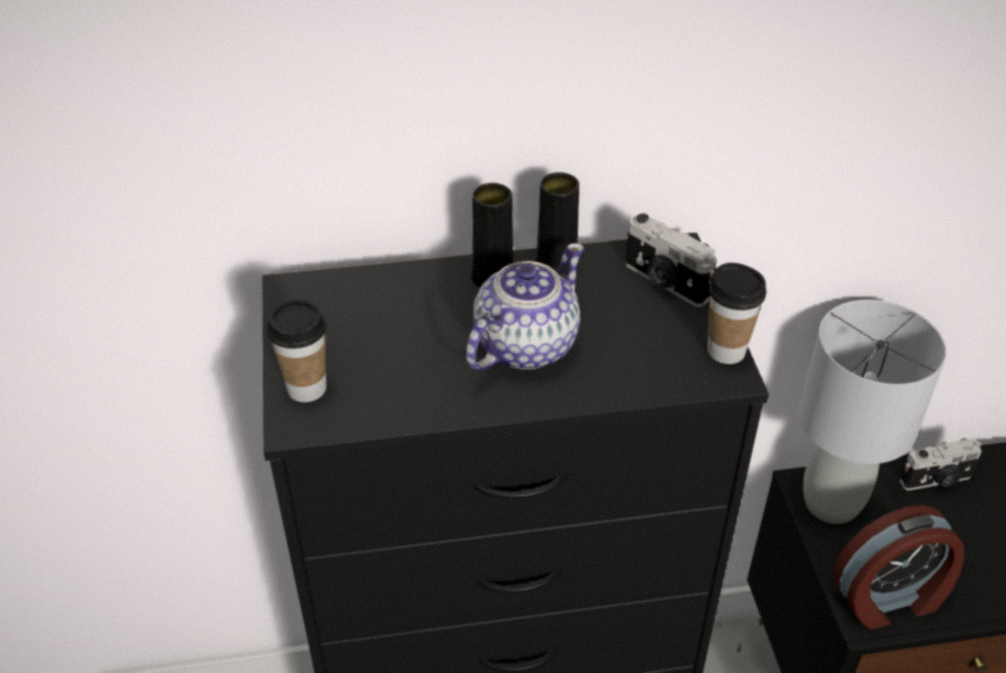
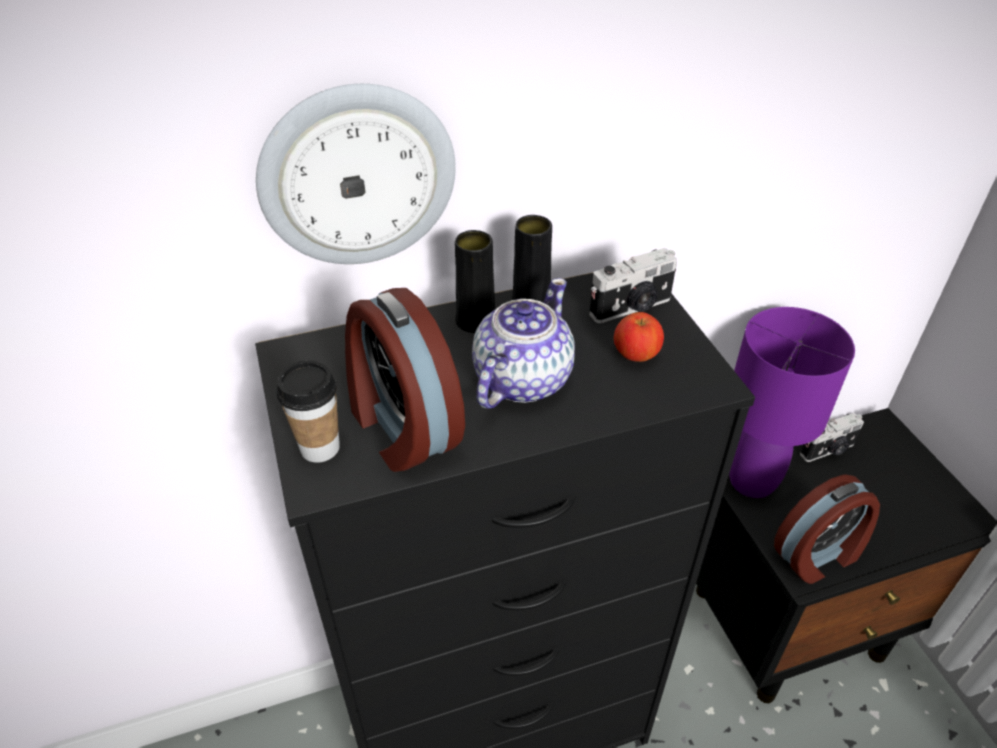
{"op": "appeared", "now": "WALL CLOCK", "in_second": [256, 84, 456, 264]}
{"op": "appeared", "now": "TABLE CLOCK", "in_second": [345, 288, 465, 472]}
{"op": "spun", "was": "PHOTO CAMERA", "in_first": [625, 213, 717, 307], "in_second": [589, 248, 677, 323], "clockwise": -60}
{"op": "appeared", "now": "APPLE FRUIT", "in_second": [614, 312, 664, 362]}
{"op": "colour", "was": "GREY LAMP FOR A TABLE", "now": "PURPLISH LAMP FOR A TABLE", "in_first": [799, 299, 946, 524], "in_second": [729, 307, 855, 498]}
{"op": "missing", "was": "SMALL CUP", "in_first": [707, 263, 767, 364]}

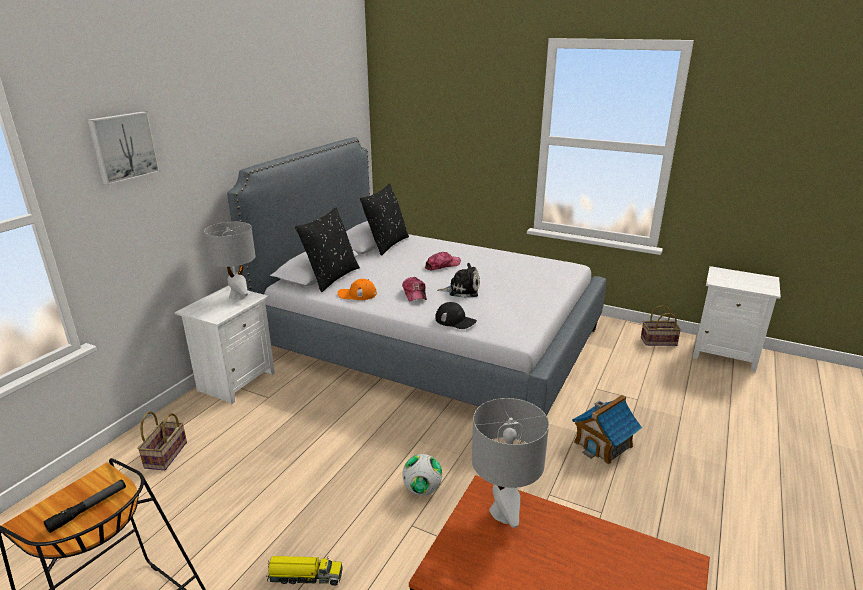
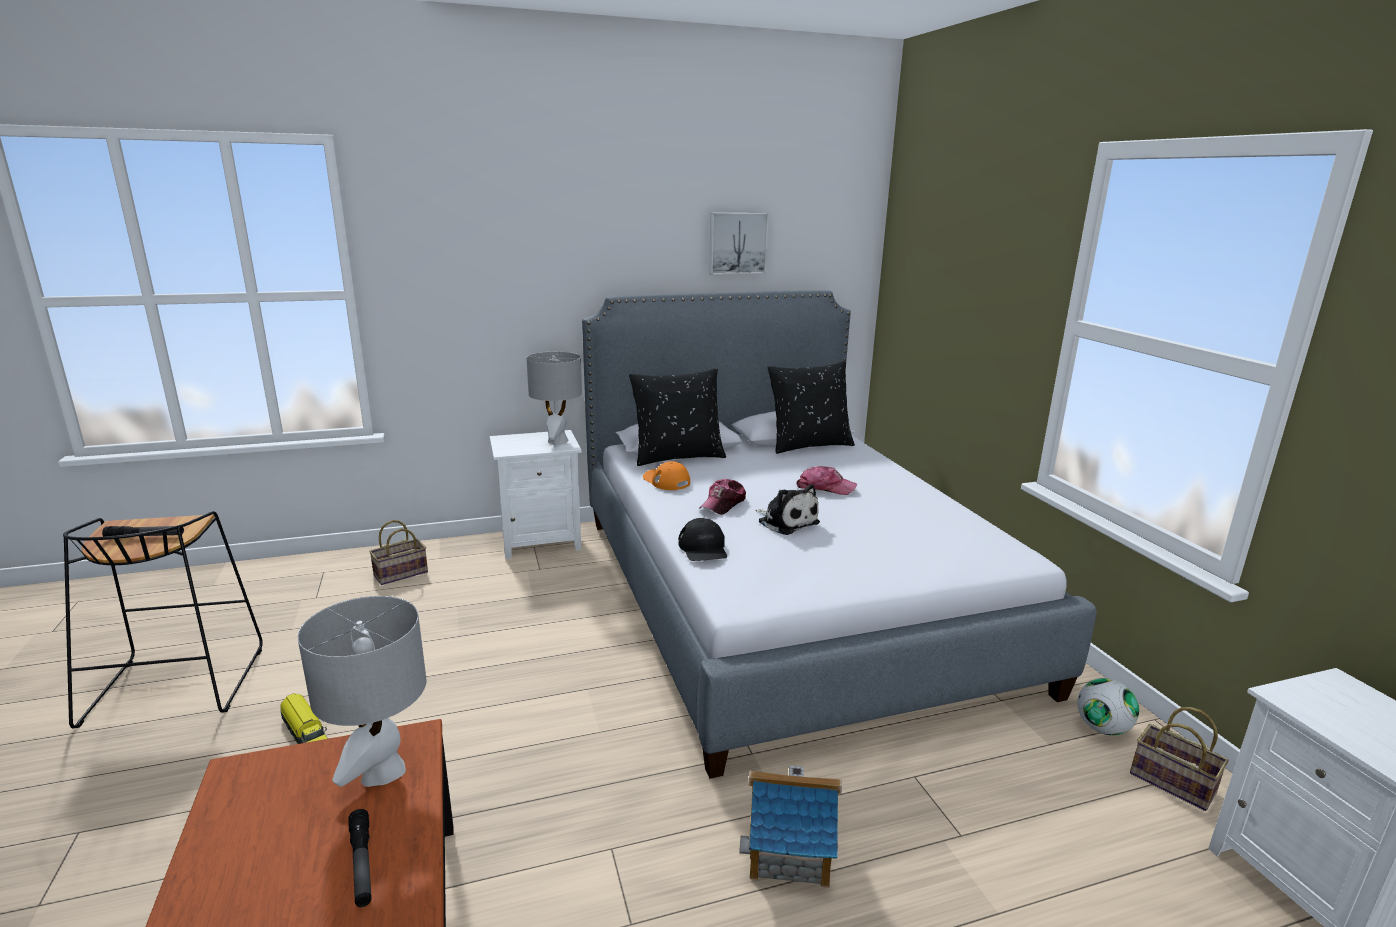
{"op": "appeared", "now": "FLASHLIGHT", "in_second": [348, 809, 372, 907]}
{"op": "relocated", "was": "WALL PICTURE", "in_first": [88, 111, 160, 185], "in_second": [709, 213, 769, 275]}
{"op": "relocated", "was": "BALL FOR FOOTBALL", "in_first": [402, 454, 442, 496], "in_second": [1077, 678, 1139, 735]}

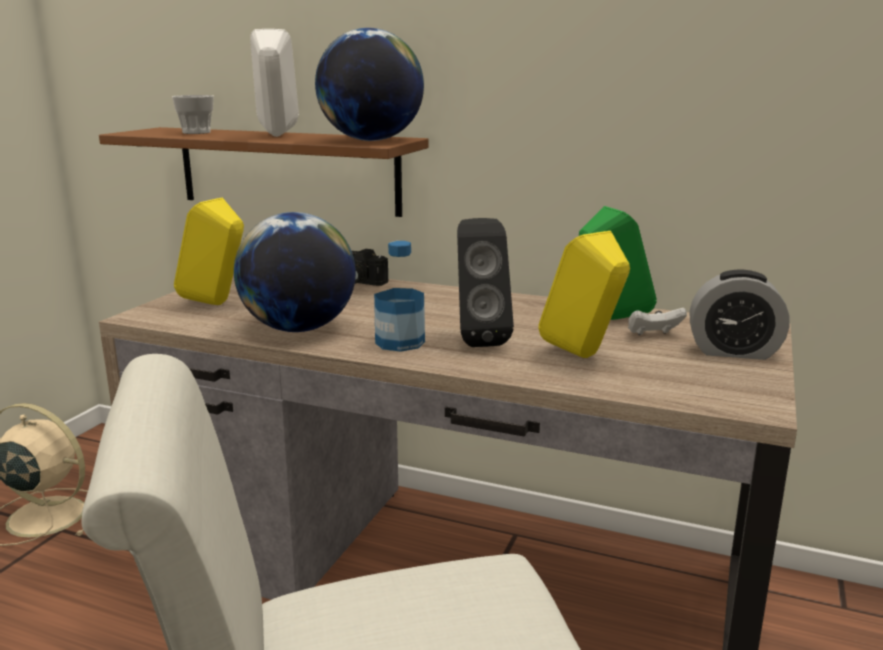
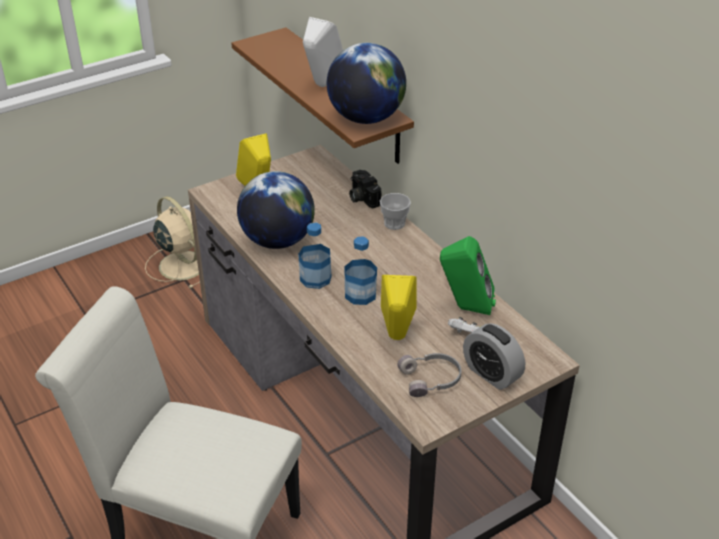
{"op": "exchanged", "was": "BLACKISH LOUDSPEAKER", "now": "DRINK BOTTLE", "in_first": [457, 218, 514, 347], "in_second": [344, 236, 377, 305]}
{"op": "relocated", "was": "SMALL CUP", "in_first": [172, 95, 214, 134], "in_second": [380, 193, 411, 230]}
{"op": "appeared", "now": "GREY PAIR OF HEADPHONES", "in_second": [397, 353, 461, 397]}

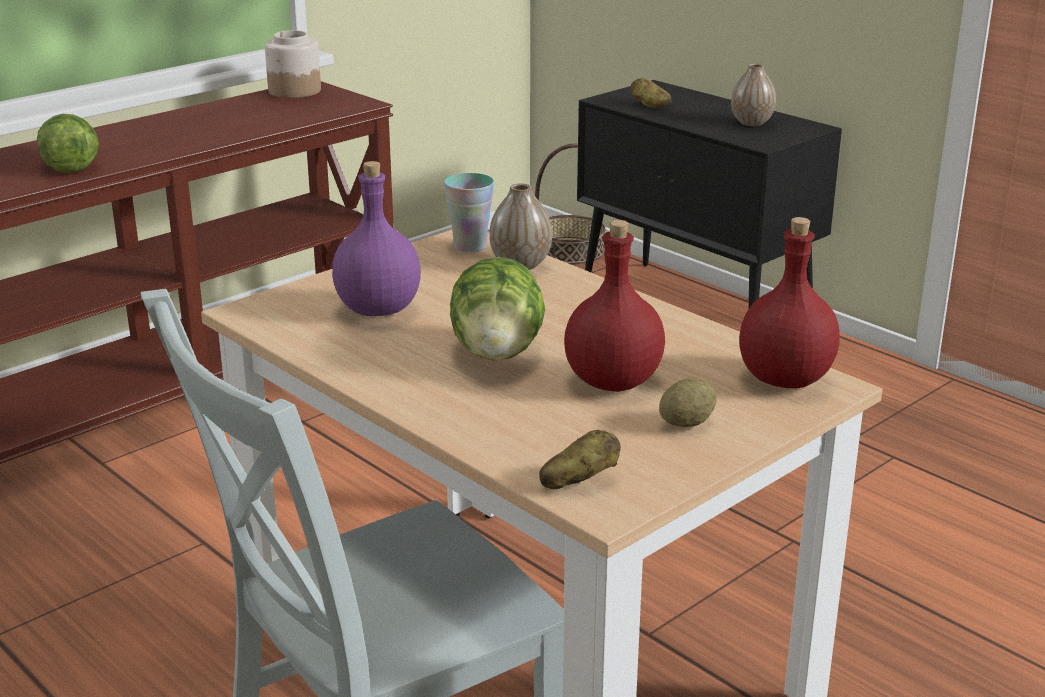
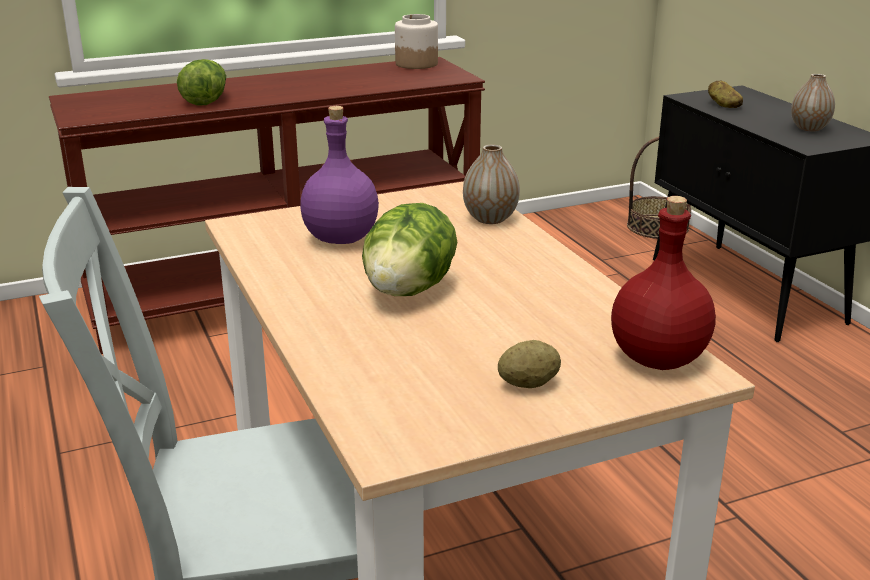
{"op": "missing", "was": "SMALL CUP", "in_first": [444, 173, 494, 252]}
{"op": "missing", "was": "WHOLE POTATO", "in_first": [539, 430, 621, 489]}
{"op": "missing", "was": "RED DRINK BOTTLE", "in_first": [564, 220, 665, 392]}

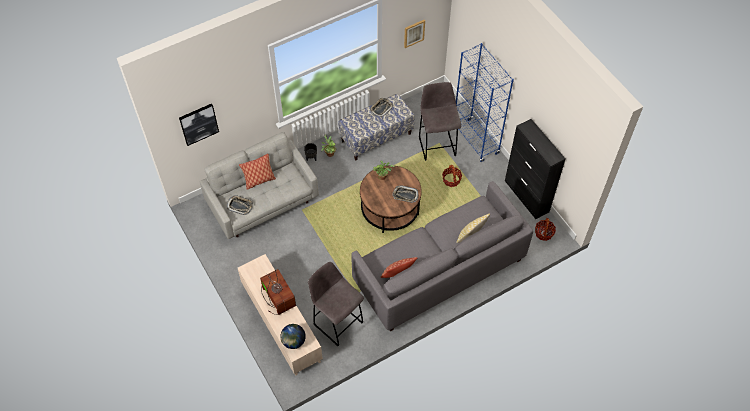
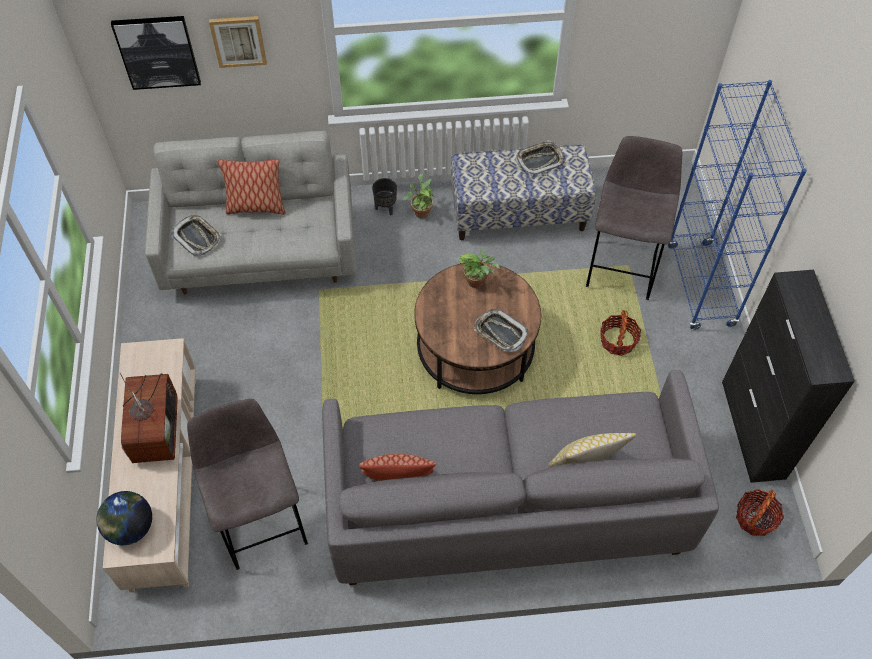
{"op": "relocated", "was": "WALL PICTURE", "in_first": [404, 20, 425, 48], "in_second": [209, 16, 267, 68]}

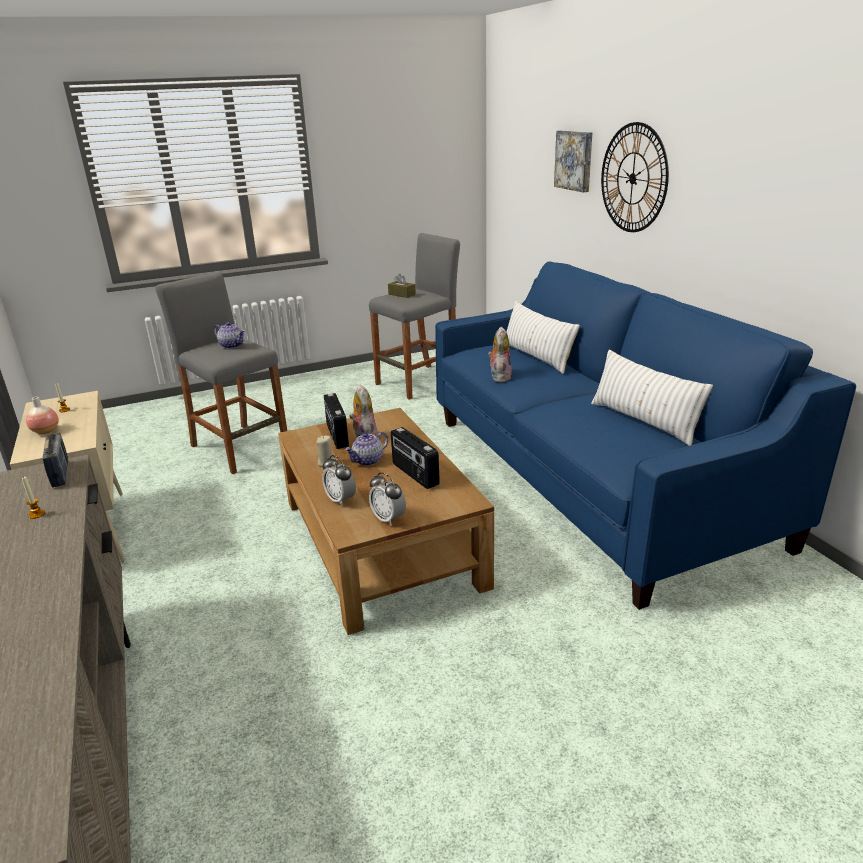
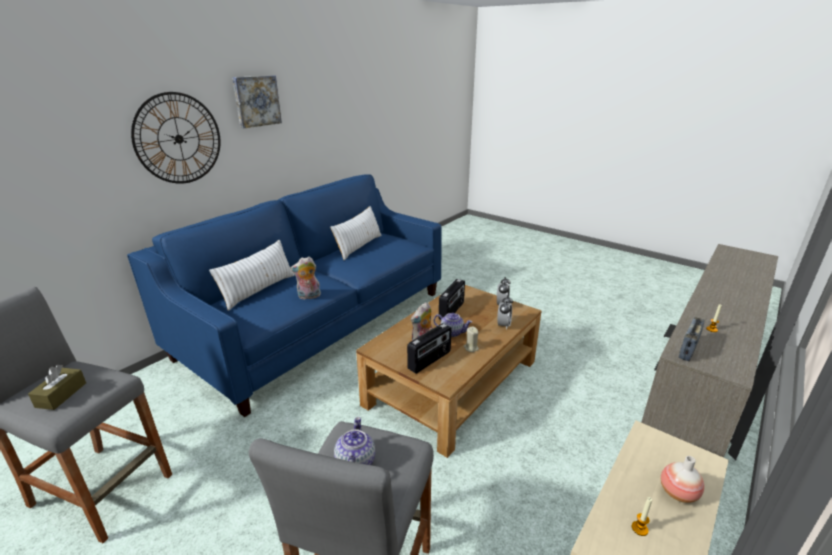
{"op": "relocated", "was": "WALL PICTURE", "in_first": [554, 130, 593, 192], "in_second": [232, 75, 282, 128]}

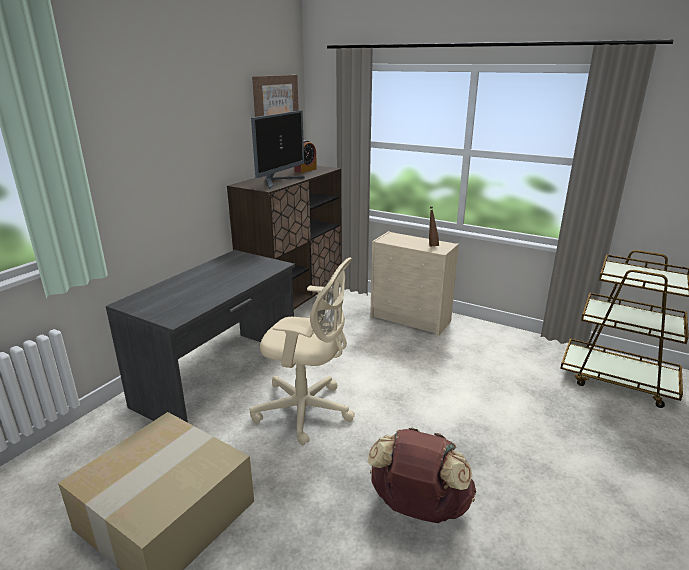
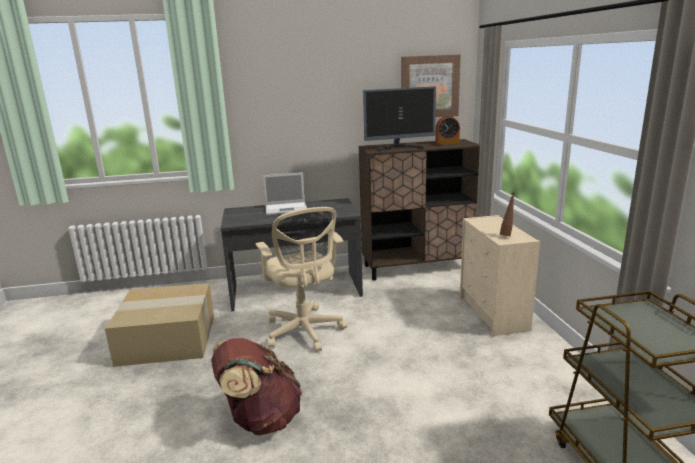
{"op": "appeared", "now": "NOTEBOOK COMPUTER", "in_second": [263, 172, 307, 215]}

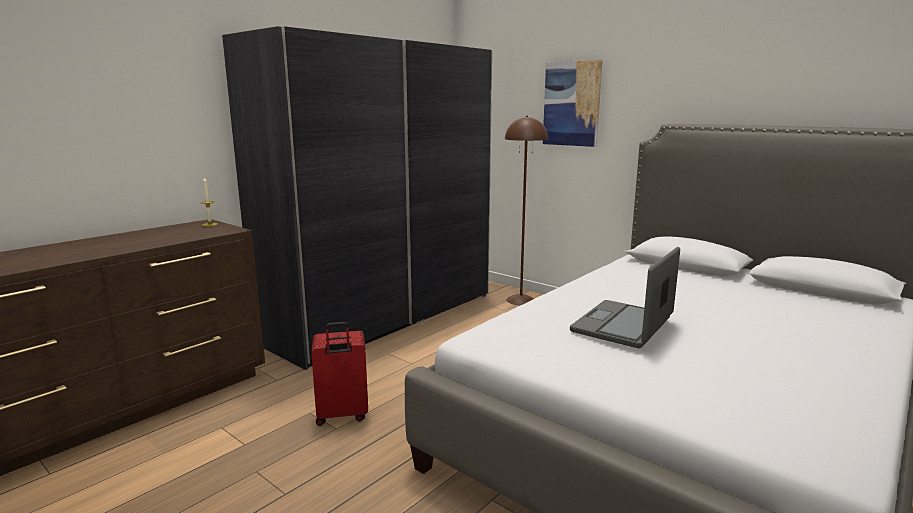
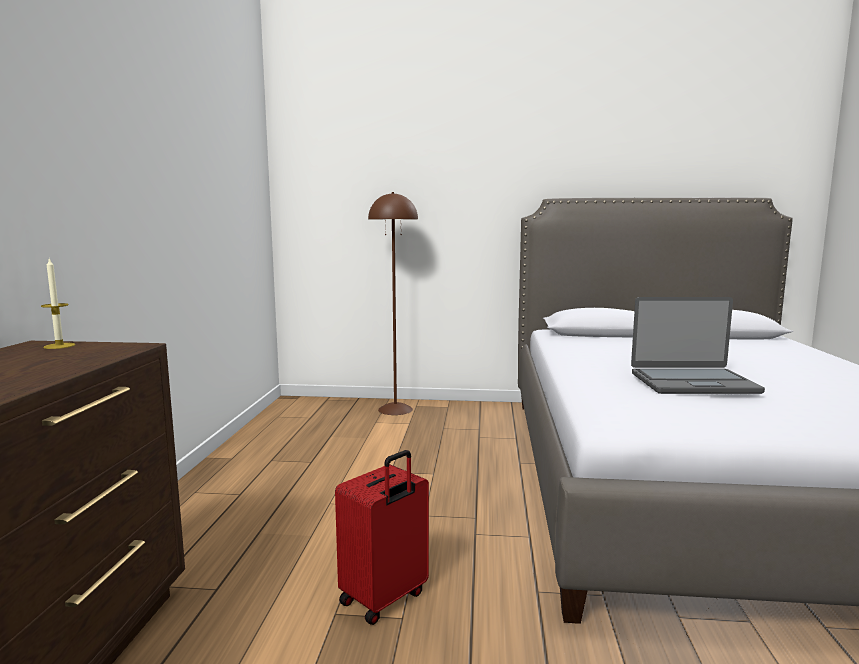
{"op": "spun", "was": "NOTEBOOK COMPUTER", "in_first": [570, 247, 680, 348], "in_second": [631, 297, 765, 394], "clockwise": -90}
{"op": "missing", "was": "GREY CLOTHES CUPBOARD", "in_first": [222, 26, 492, 370]}
{"op": "missing", "was": "WALL PICTURE", "in_first": [543, 60, 603, 147]}

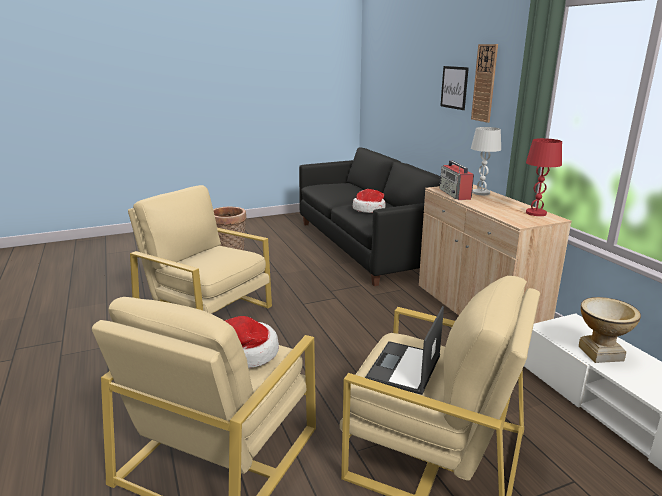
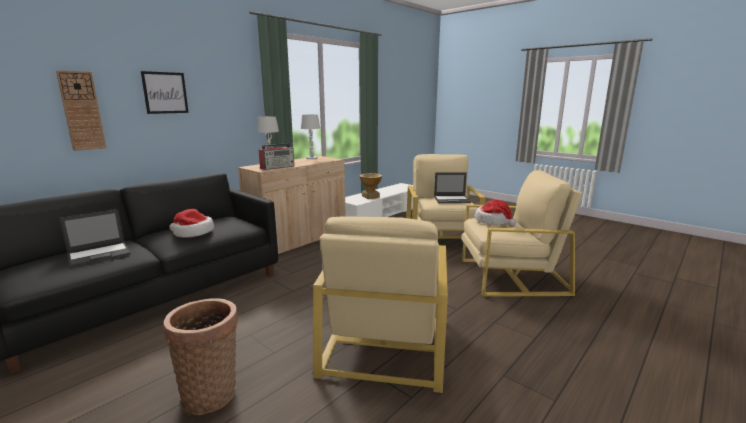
{"op": "relocated", "was": "WALL CLOCK", "in_first": [471, 44, 498, 123], "in_second": [56, 70, 106, 151]}
{"op": "appeared", "now": "NOTEBOOK COMPUTER", "in_second": [59, 209, 131, 268]}
{"op": "colour", "was": "RED LAMP FOR A TABLE", "now": "WHITISH LAMP FOR A TABLE", "in_first": [526, 138, 562, 216], "in_second": [301, 115, 320, 159]}

